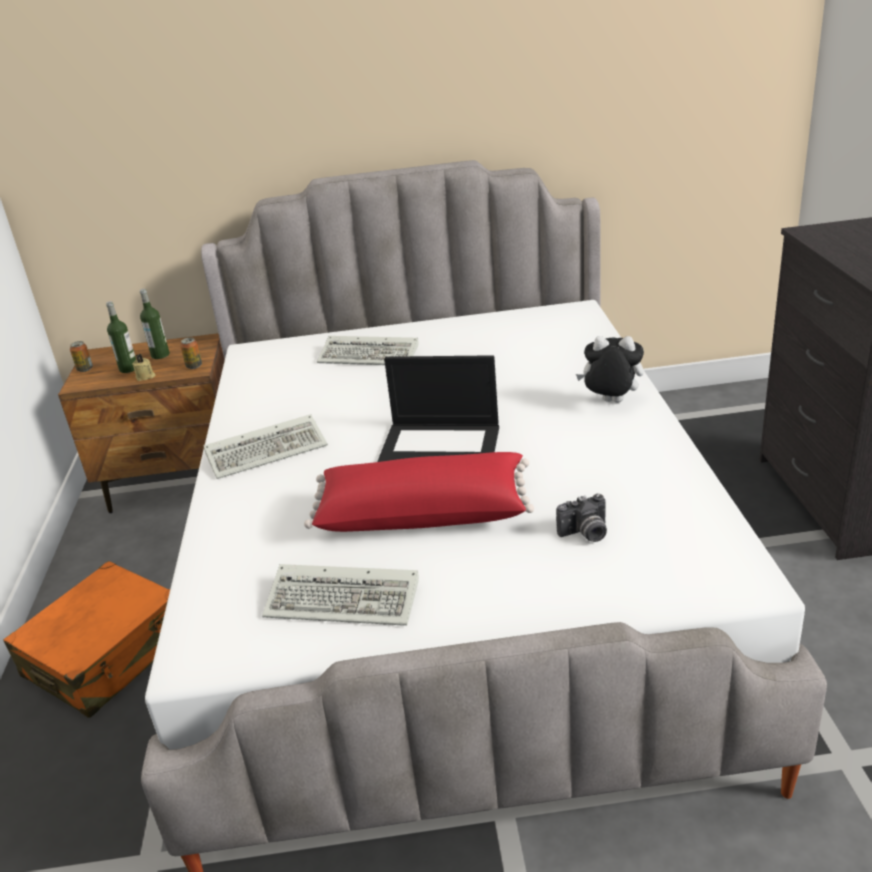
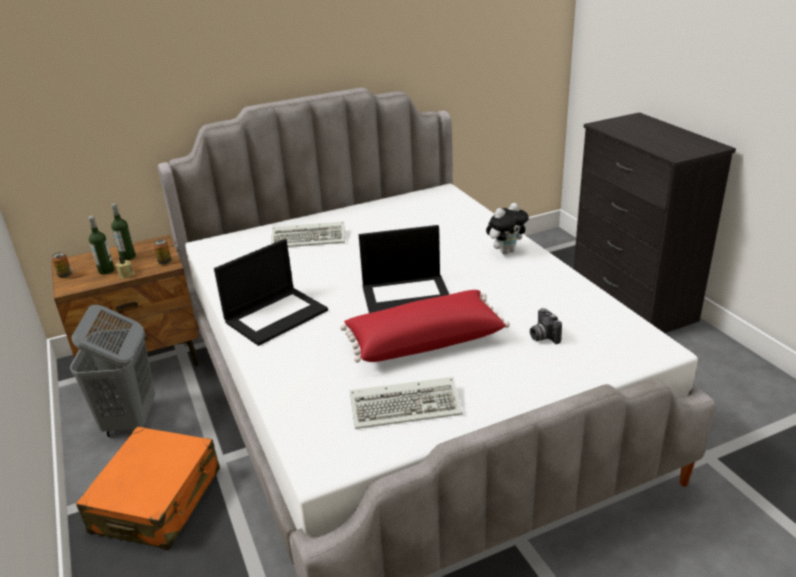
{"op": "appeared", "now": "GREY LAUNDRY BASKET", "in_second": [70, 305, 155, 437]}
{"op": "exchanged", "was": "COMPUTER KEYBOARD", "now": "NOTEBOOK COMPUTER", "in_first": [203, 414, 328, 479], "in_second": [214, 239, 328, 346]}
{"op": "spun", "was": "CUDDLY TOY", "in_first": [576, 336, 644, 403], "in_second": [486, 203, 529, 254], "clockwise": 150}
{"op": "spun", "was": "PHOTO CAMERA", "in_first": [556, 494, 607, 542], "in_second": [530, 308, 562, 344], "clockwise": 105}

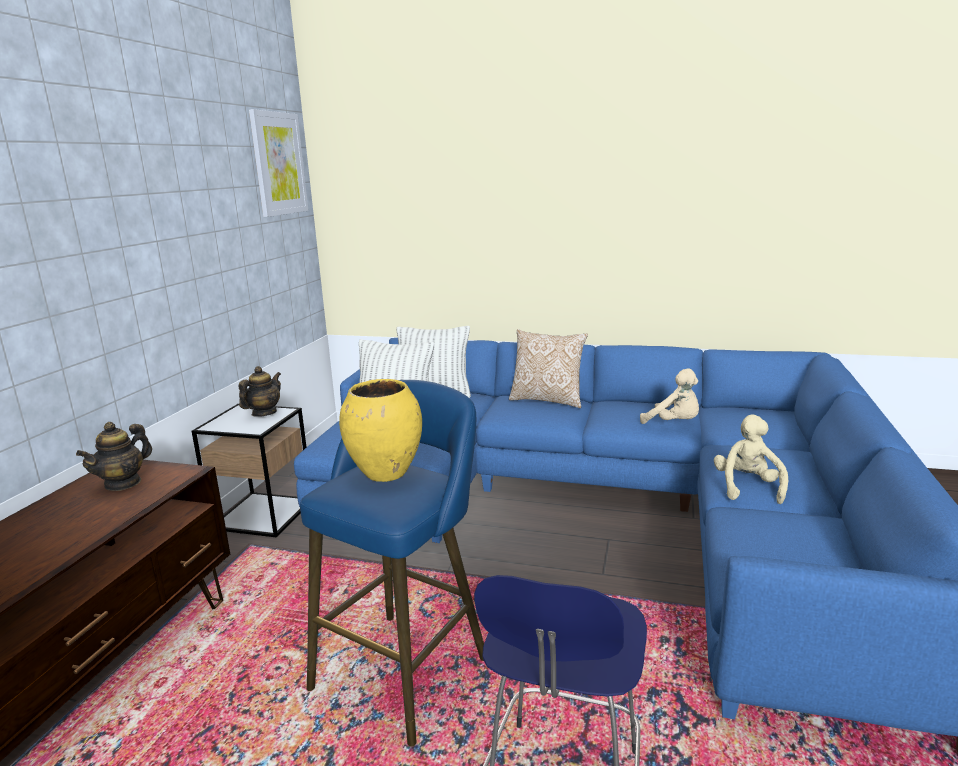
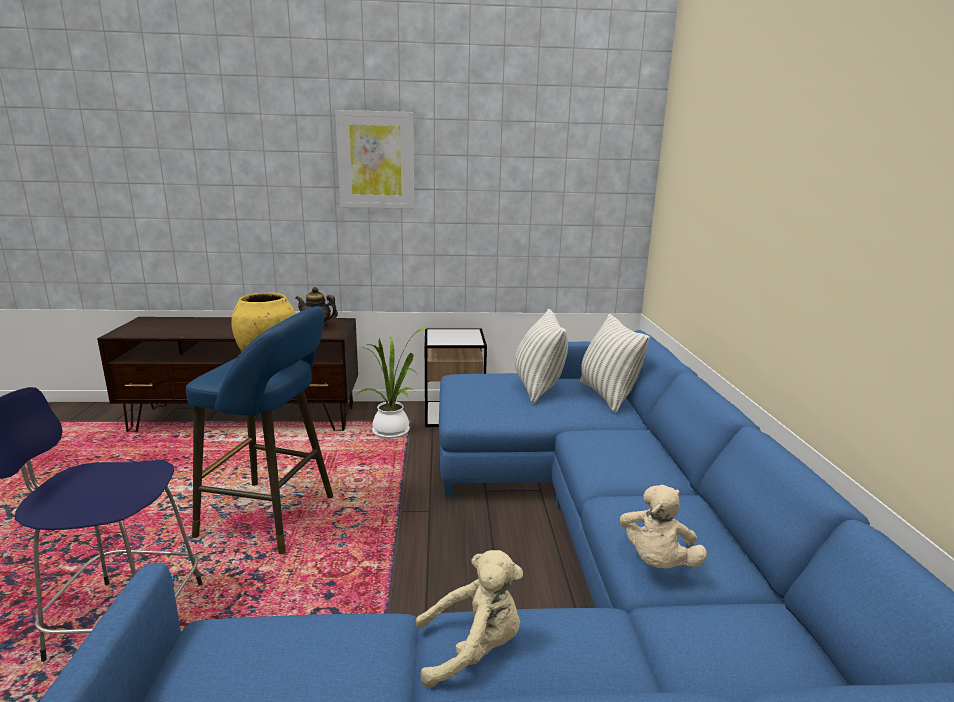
{"op": "relocated", "was": "WALL PICTURE", "in_first": [249, 109, 309, 217], "in_second": [335, 110, 414, 209]}
{"op": "appeared", "now": "POTTED PLANT", "in_second": [358, 328, 427, 438]}
{"op": "missing", "was": "POT FOR TEA", "in_first": [239, 366, 281, 417]}
{"op": "missing", "was": "THROW PILLOW", "in_first": [509, 329, 588, 408]}

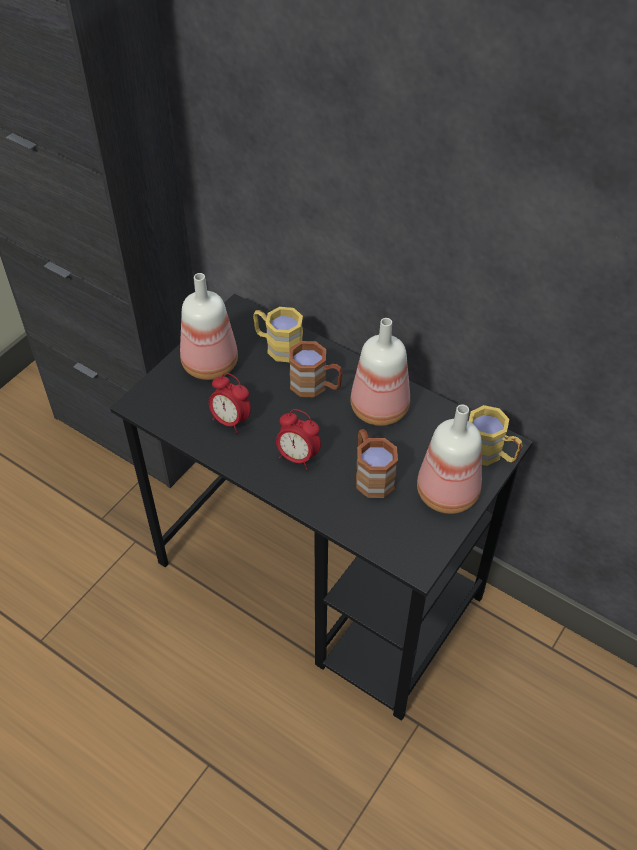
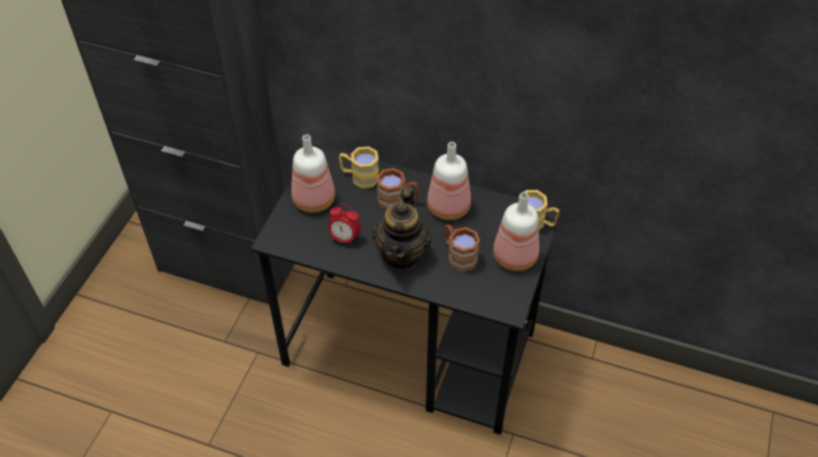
{"op": "exchanged", "was": "TABLE CLOCK", "now": "POT FOR TEA", "in_first": [276, 409, 321, 469], "in_second": [372, 186, 431, 270]}

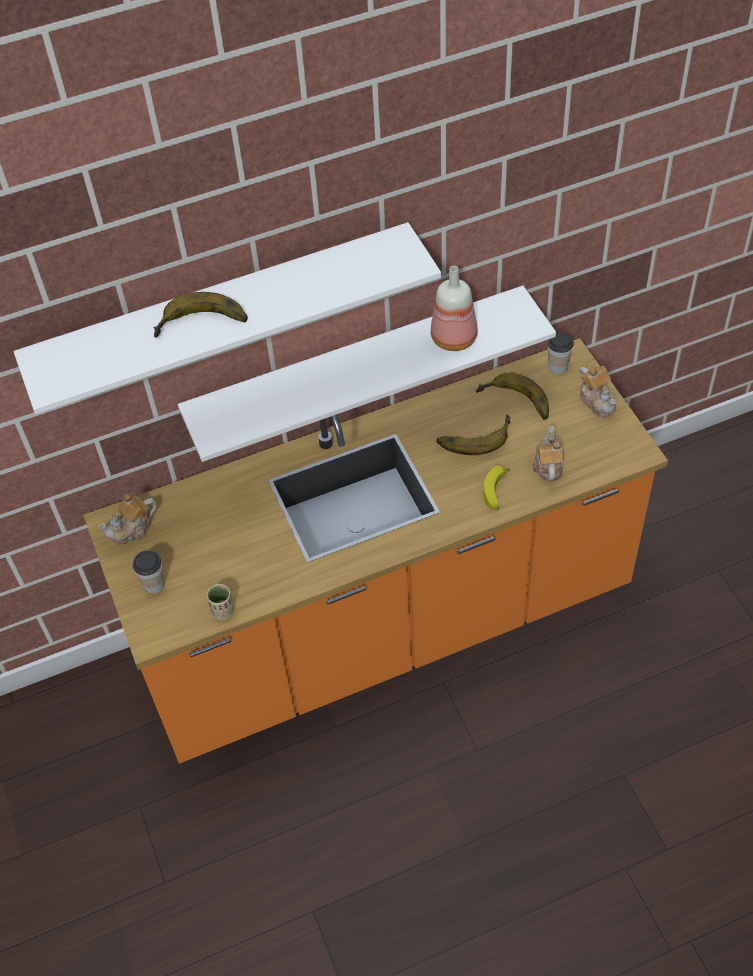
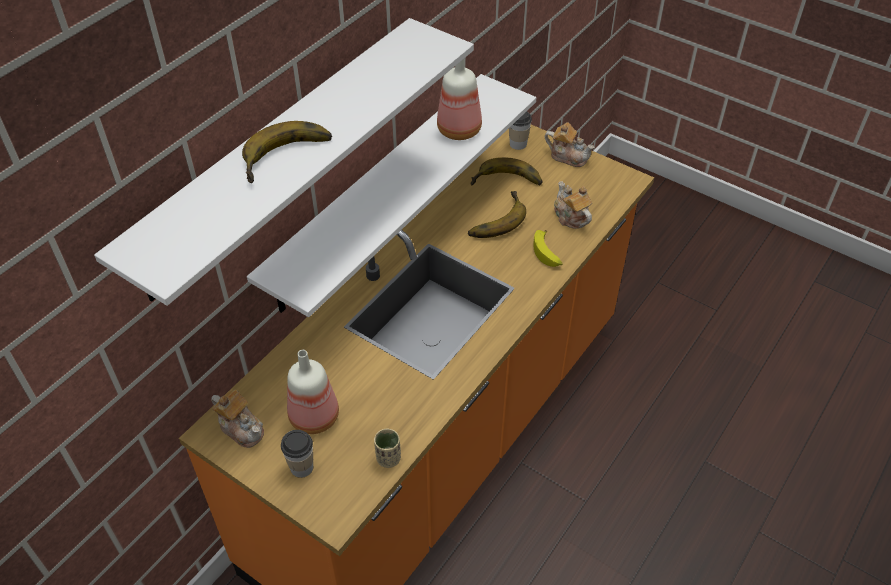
{"op": "spun", "was": "POT FOR TEA", "in_first": [98, 494, 156, 544], "in_second": [211, 390, 264, 448], "clockwise": -75}
{"op": "appeared", "now": "DRINK BOTTLE", "in_second": [287, 350, 339, 434]}

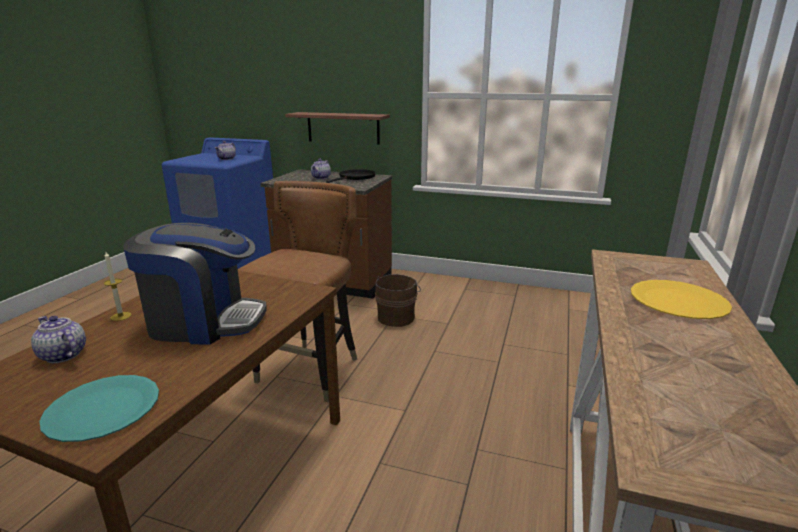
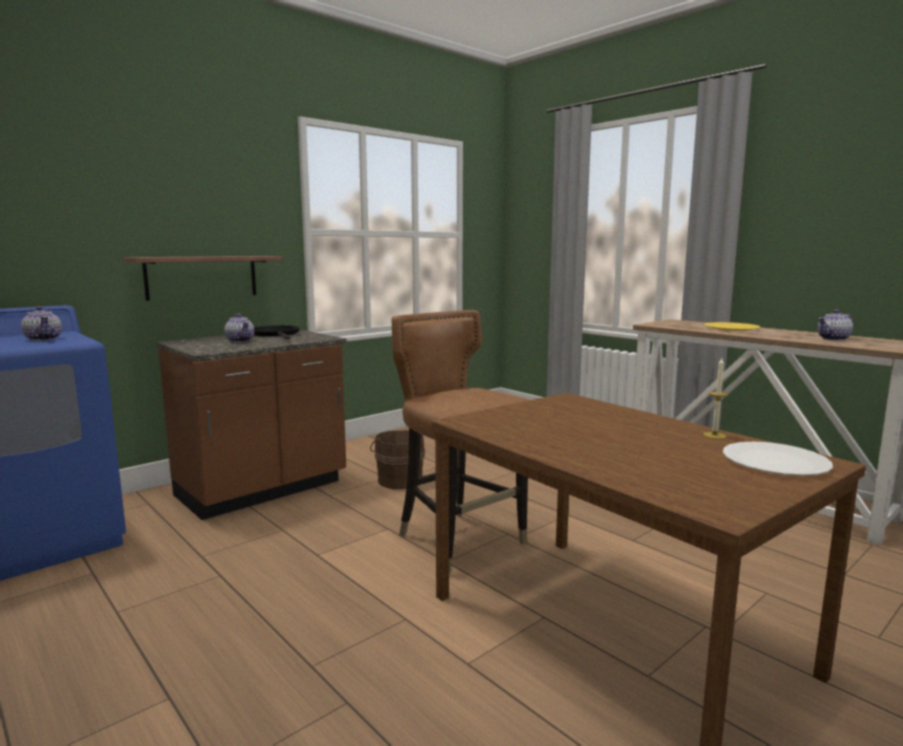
{"op": "relocated", "was": "WAX CANDLE", "in_first": [104, 252, 131, 321], "in_second": [703, 358, 728, 439]}
{"op": "colour", "was": "TURQUOISE-COLOURED FLAT DISH", "now": "WHITISH FLAT DISH", "in_first": [39, 375, 159, 442], "in_second": [723, 442, 833, 476]}
{"op": "relocated", "was": "POT FOR TEA", "in_first": [31, 316, 86, 363], "in_second": [818, 310, 853, 341]}
{"op": "missing", "was": "COFFEE BREWER", "in_first": [123, 223, 267, 345]}

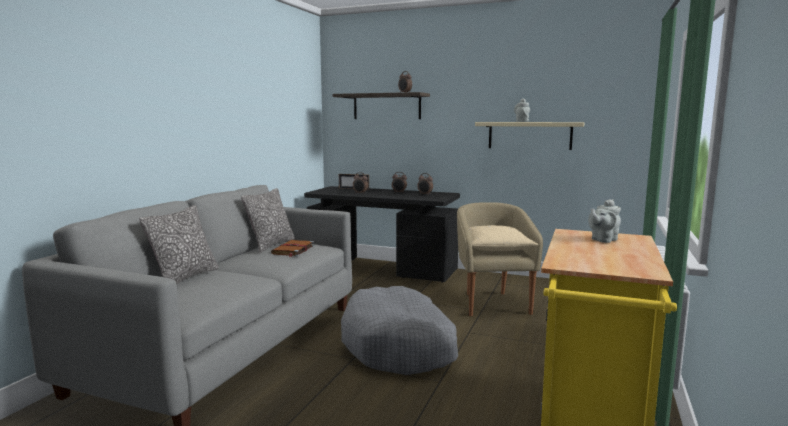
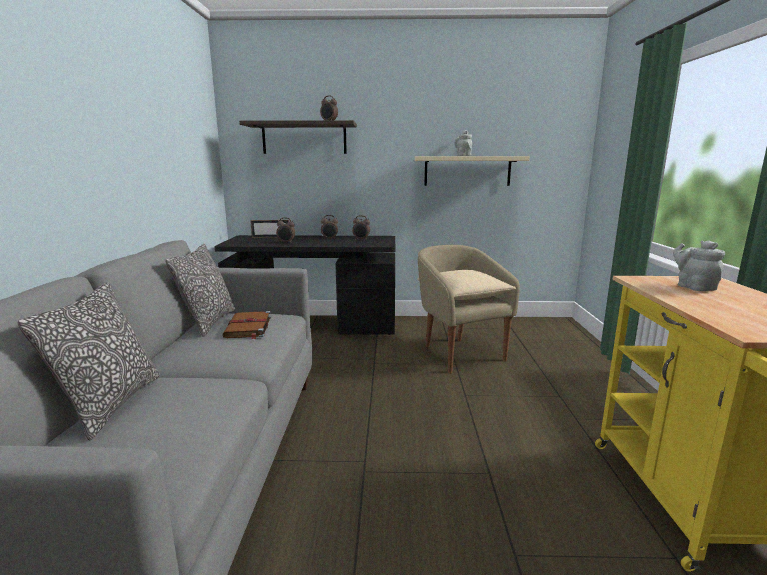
{"op": "spun", "was": "GREY POT FOR TEA", "in_first": [588, 199, 621, 243], "in_second": [673, 240, 725, 291], "clockwise": 135}
{"op": "missing", "was": "GREY DOG CUSHION", "in_first": [341, 286, 458, 375]}

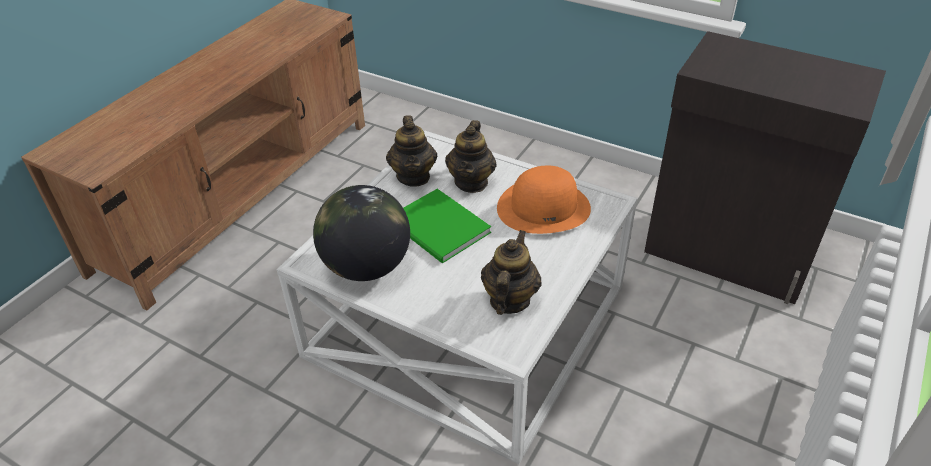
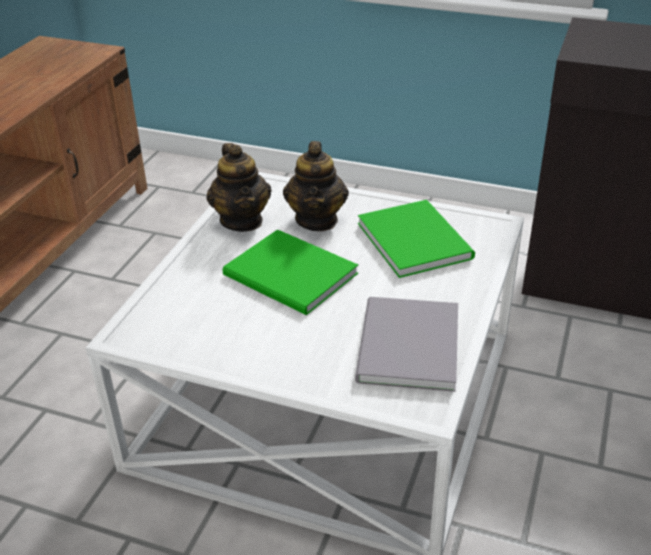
{"op": "exchanged", "was": "POT FOR TEA", "now": "GREY VOLUME", "in_first": [481, 230, 542, 315], "in_second": [355, 297, 458, 392]}
{"op": "exchanged", "was": "ORANGE HAT", "now": "GREENISH VOLUME", "in_first": [497, 166, 591, 234], "in_second": [358, 200, 475, 278]}
{"op": "missing", "was": "DESK GLOBE", "in_first": [313, 185, 410, 281]}

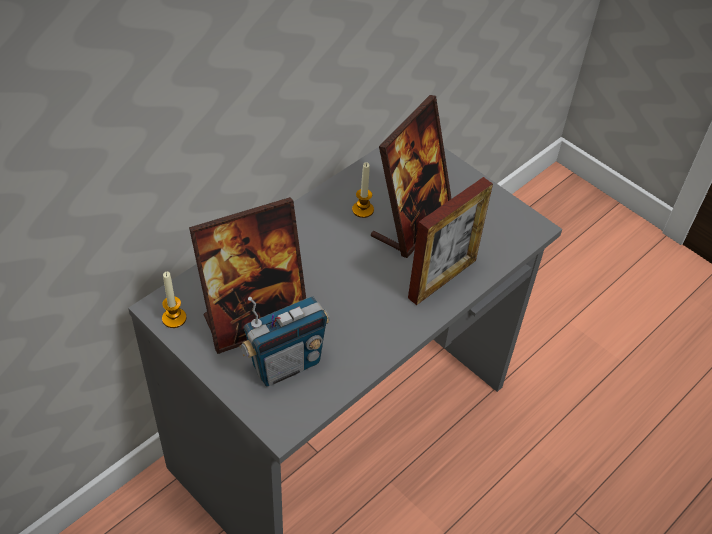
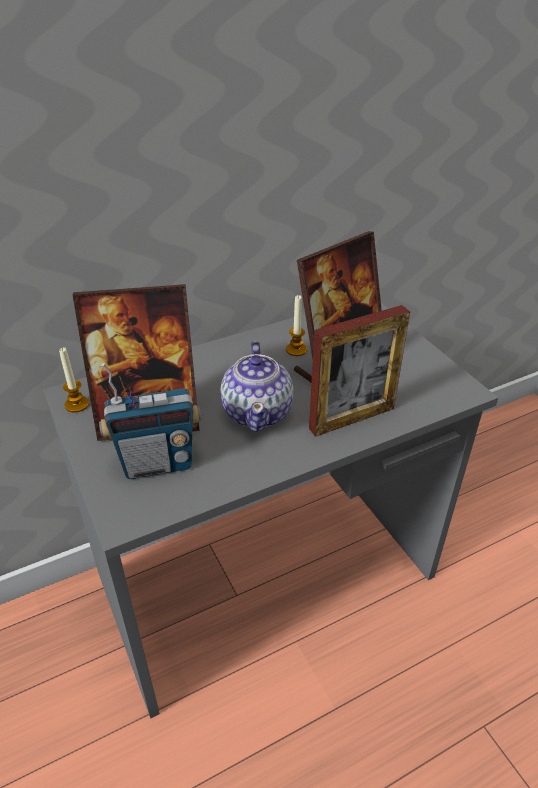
{"op": "appeared", "now": "POT FOR TEA", "in_second": [221, 341, 294, 432]}

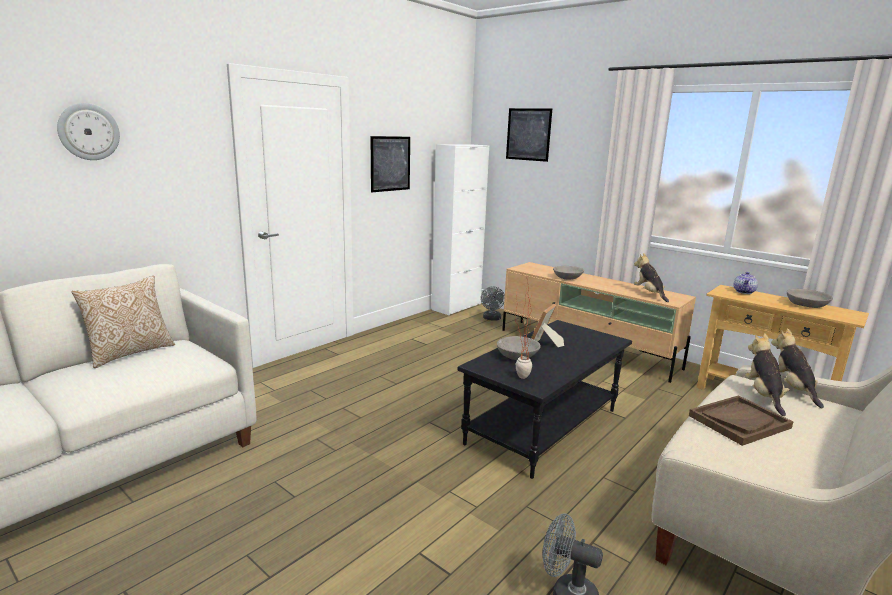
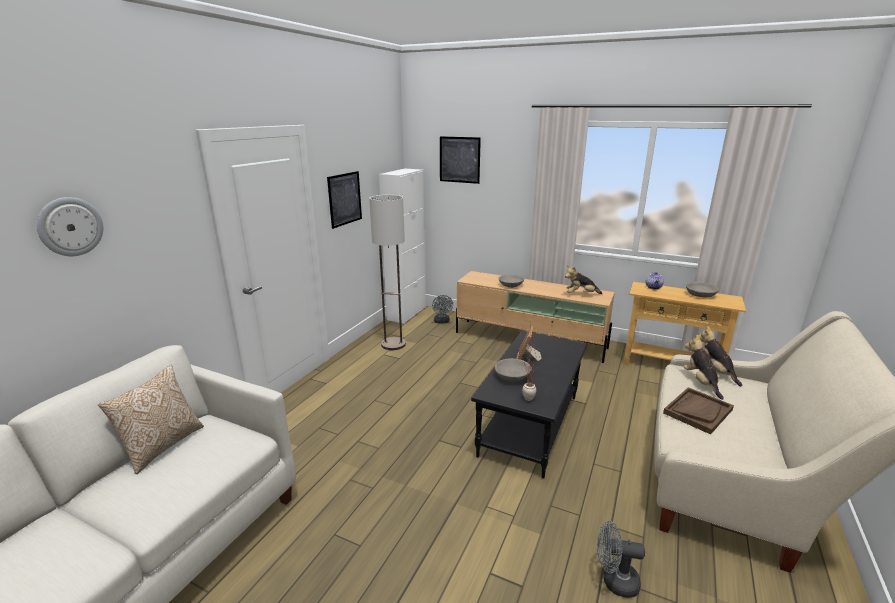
{"op": "appeared", "now": "STANDING LAMP", "in_second": [369, 195, 406, 350]}
{"op": "spun", "was": "CUDDLY TOY", "in_first": [634, 253, 669, 302], "in_second": [565, 266, 602, 294], "clockwise": -60}

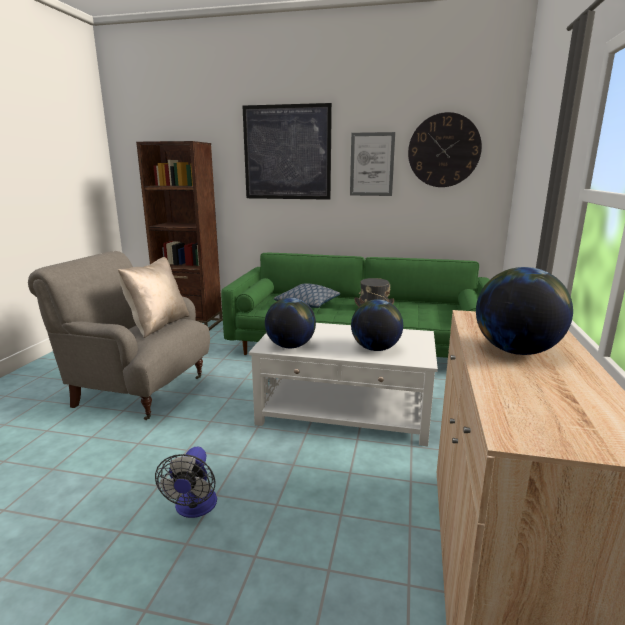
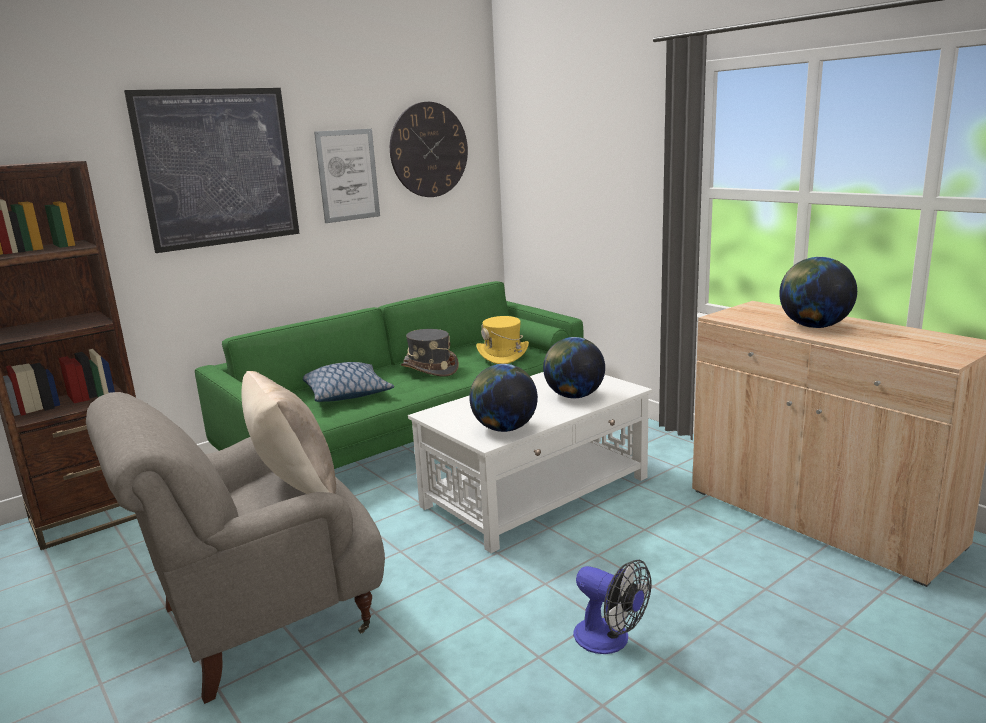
{"op": "appeared", "now": "YELLOWISH HAT", "in_second": [476, 316, 529, 364]}

